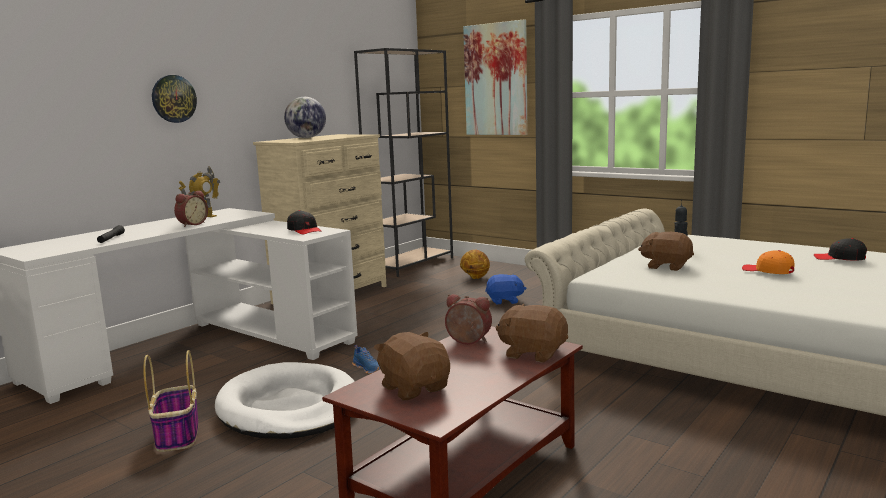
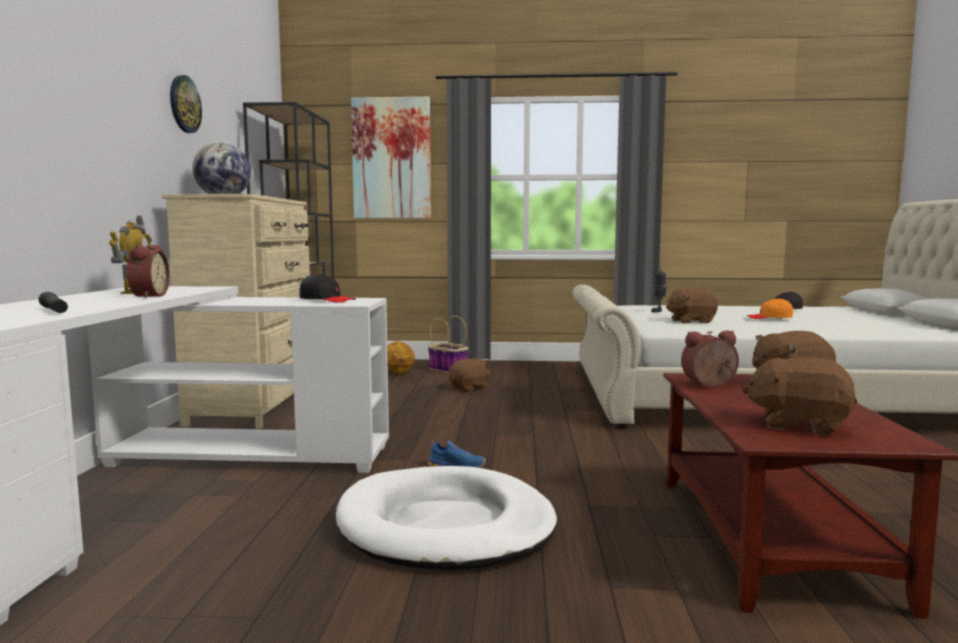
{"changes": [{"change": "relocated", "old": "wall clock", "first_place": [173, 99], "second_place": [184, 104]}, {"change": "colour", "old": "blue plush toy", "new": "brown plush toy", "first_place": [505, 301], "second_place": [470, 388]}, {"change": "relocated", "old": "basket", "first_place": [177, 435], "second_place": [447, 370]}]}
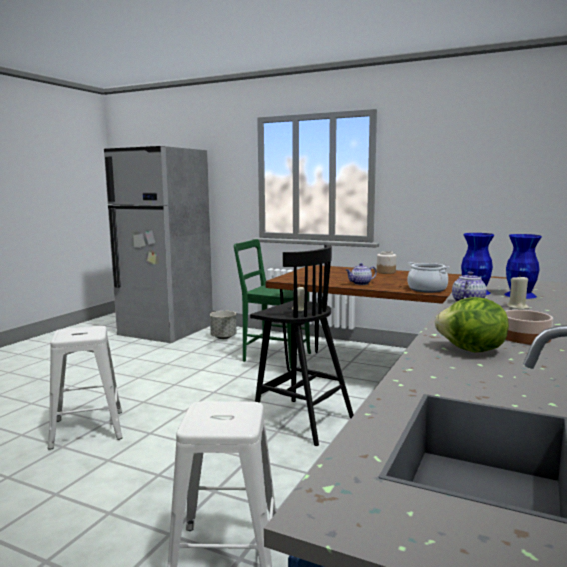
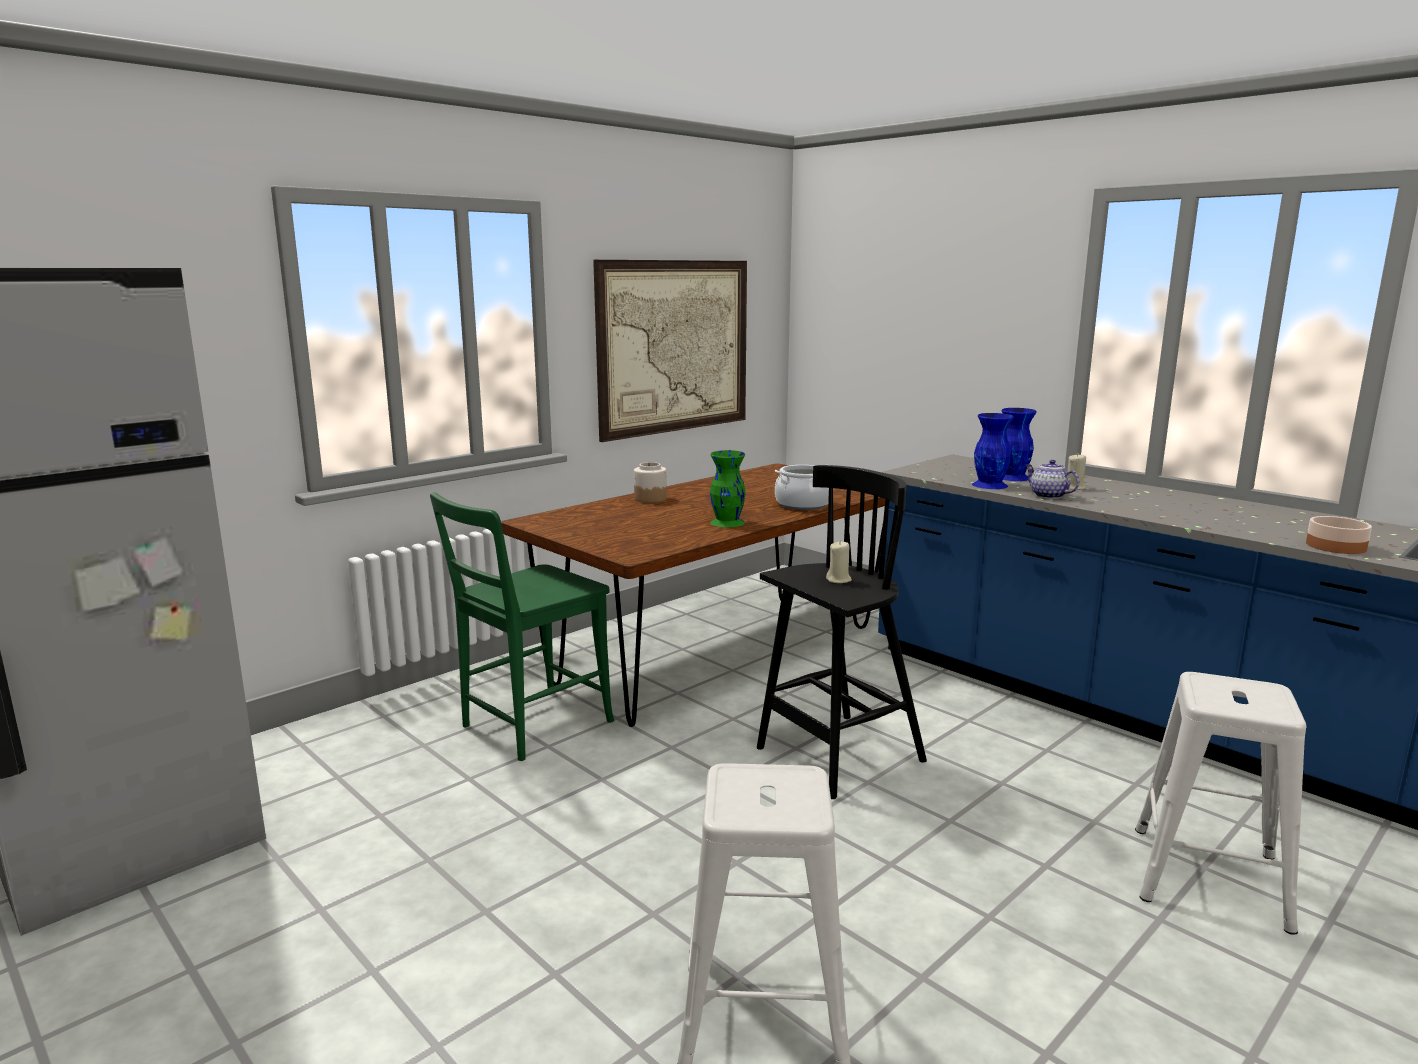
{"changes": [{"change": "exchanged", "old": "teapot", "new": "green vase", "first_place": [360, 284], "second_place": [727, 522]}, {"change": "missing", "old": "lettuce", "first_place": [471, 350]}, {"change": "relocated", "old": "bowl", "first_place": [525, 337], "second_place": [1336, 546]}, {"change": "missing", "old": "grey planter", "first_place": [223, 337]}, {"change": "appeared", "new": "picture", "second_place": [675, 347]}]}
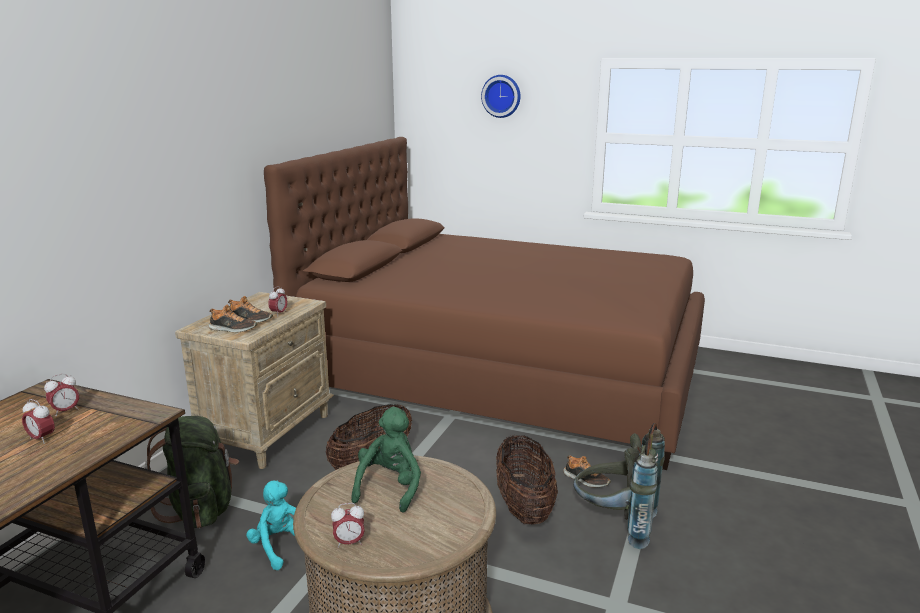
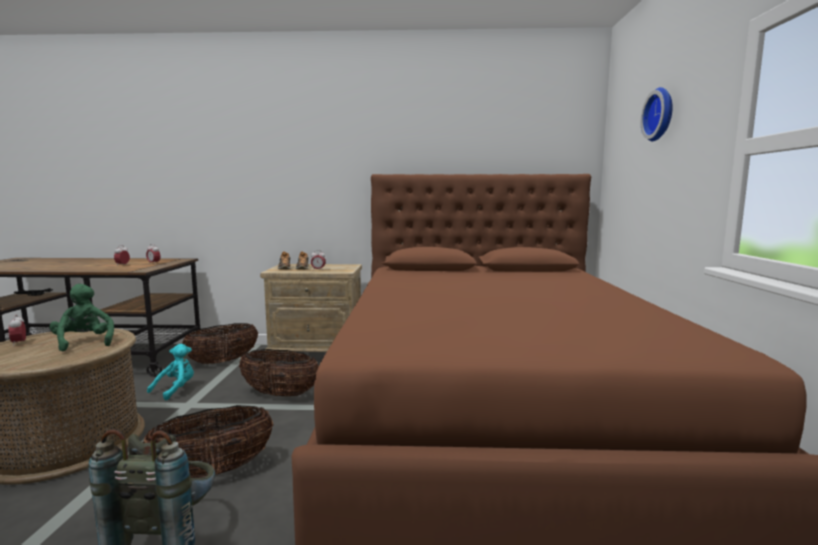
{"changes": [{"change": "spun", "old": "green plush toy", "first_place": [390, 487], "second_place": [84, 343], "degrees": -120}, {"change": "exchanged", "old": "green backpack", "new": "basket", "first_place": [200, 509], "second_place": [223, 361]}, {"change": "missing", "old": "shoe", "first_place": [585, 480]}]}
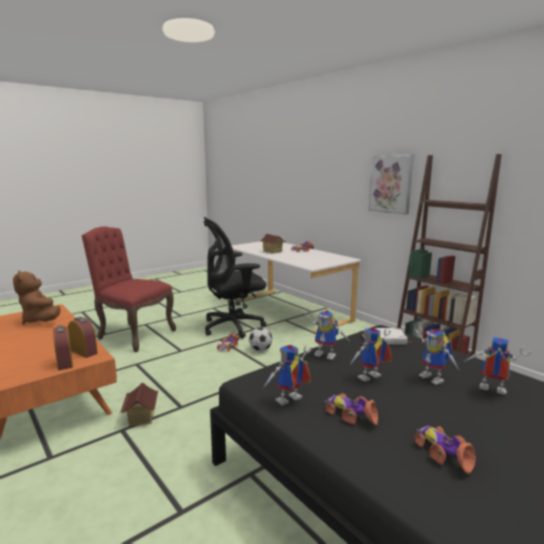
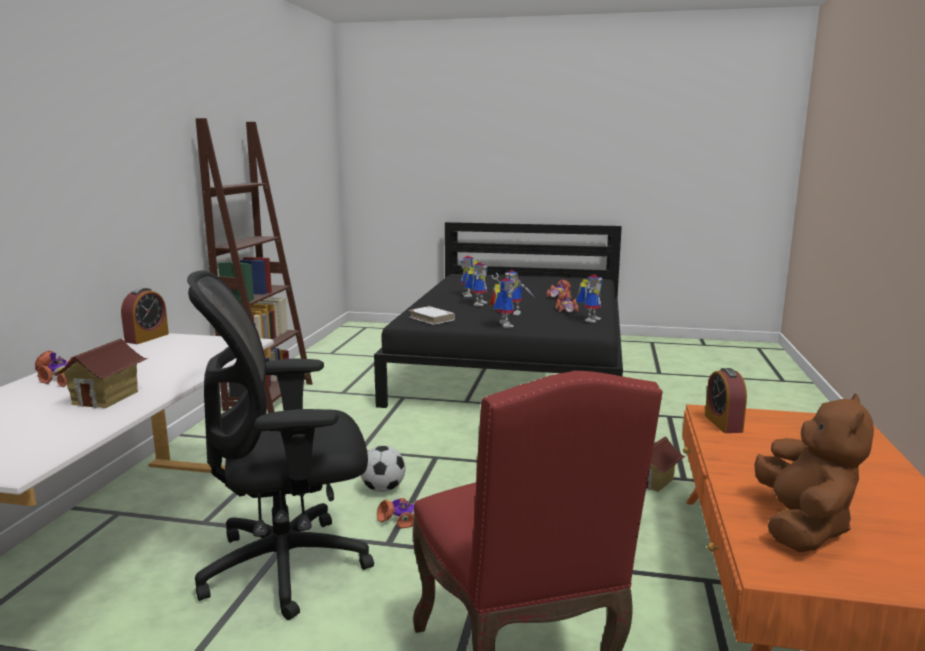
{"changes": [{"change": "missing", "old": "picture", "first_place": [390, 184]}, {"change": "spun", "old": "black office chair", "first_place": [236, 325], "second_place": [295, 562], "degrees": 135}, {"change": "relocated", "old": "alarm clock", "first_place": [65, 362], "second_place": [147, 338]}, {"change": "spun", "old": "toy robot", "first_place": [289, 402], "second_place": [590, 319], "degrees": -75}]}
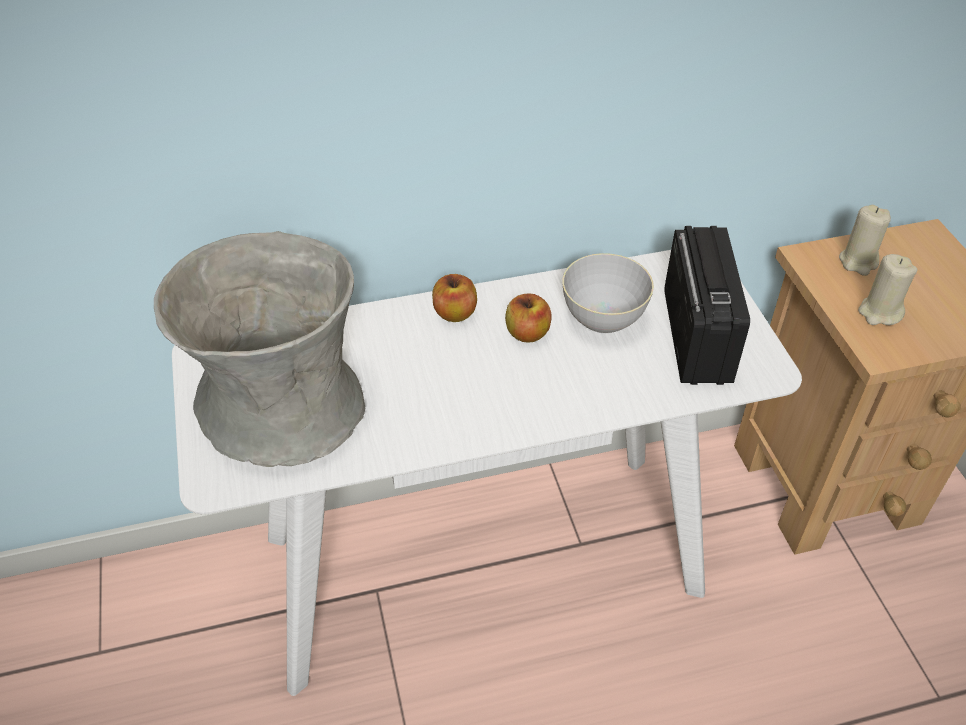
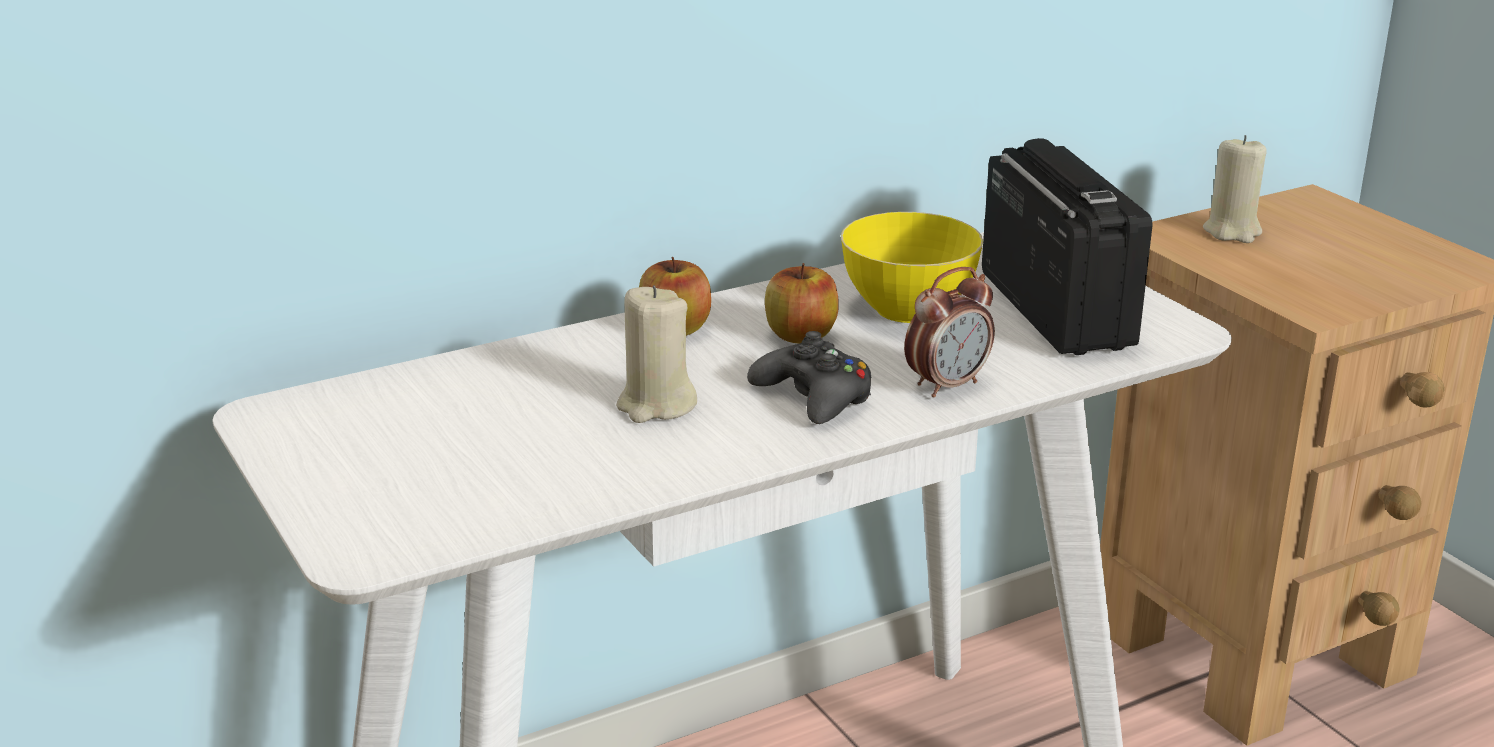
{"changes": [{"change": "missing", "old": "grey vase", "first_place": [281, 404]}, {"change": "colour", "old": "grey bowl", "new": "yellow bowl", "first_place": [603, 319], "second_place": [907, 309]}, {"change": "relocated", "old": "beige candle", "first_place": [879, 312], "second_place": [656, 405]}, {"change": "appeared", "new": "alarm clock", "second_place": [947, 385]}, {"change": "appeared", "new": "black game controller", "second_place": [814, 397]}]}
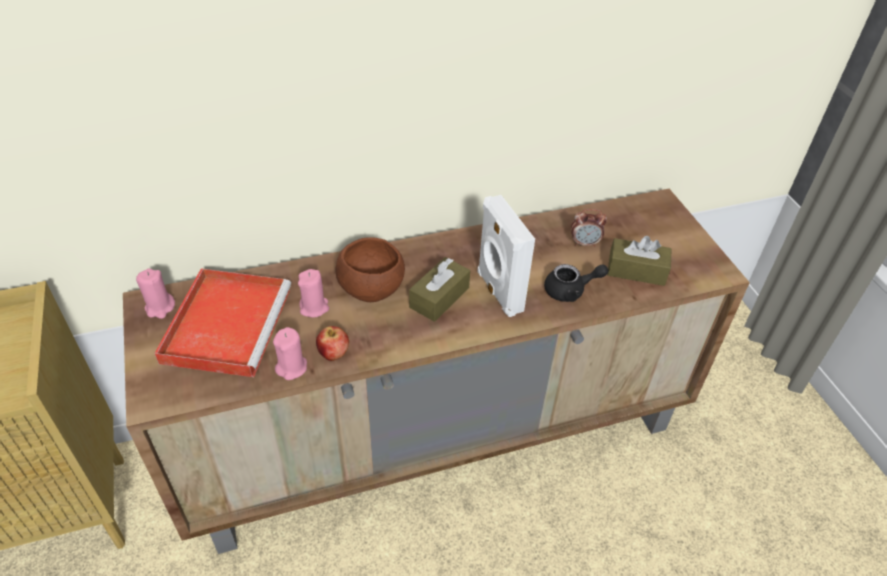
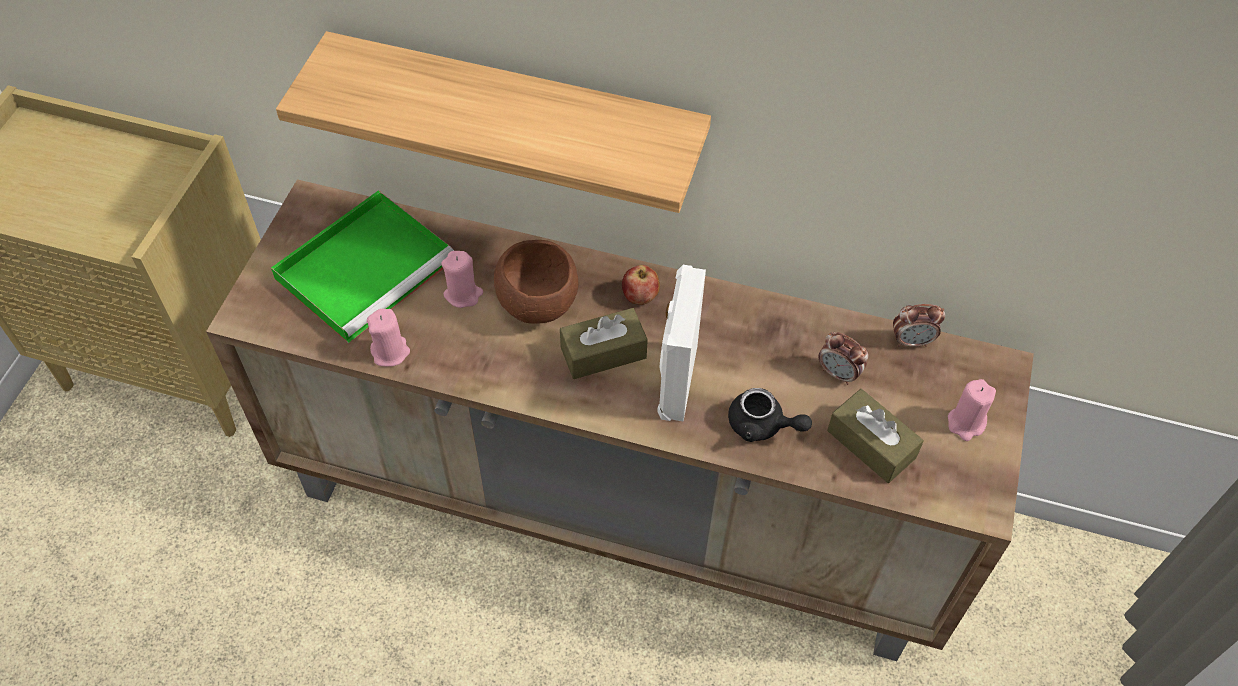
{"changes": [{"change": "relocated", "old": "pink candle", "first_place": [160, 307], "second_place": [966, 423]}, {"change": "colour", "old": "red tray", "new": "green tray", "first_place": [227, 323], "second_place": [367, 267]}, {"change": "relocated", "old": "apple", "first_place": [333, 354], "second_place": [640, 297]}, {"change": "appeared", "new": "shelf", "second_place": [516, 111]}, {"change": "appeared", "new": "alarm clock", "second_place": [911, 341]}]}
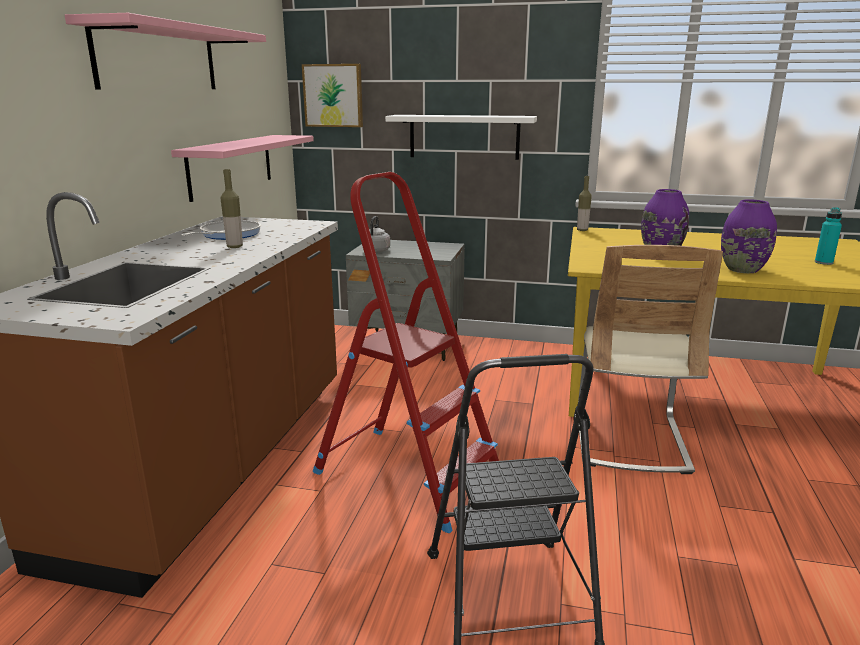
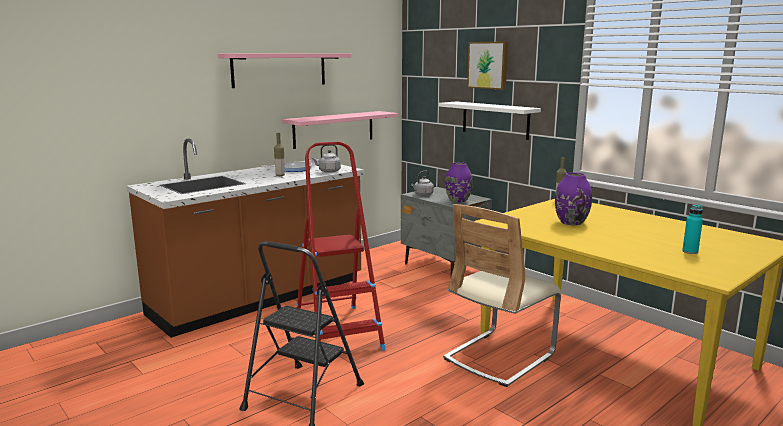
{"changes": [{"change": "relocated", "old": "picture", "first_place": [333, 95], "second_place": [488, 65]}, {"change": "relocated", "old": "purple vase", "first_place": [742, 269], "second_place": [458, 201]}, {"change": "appeared", "new": "grey kettle", "second_place": [328, 171]}]}
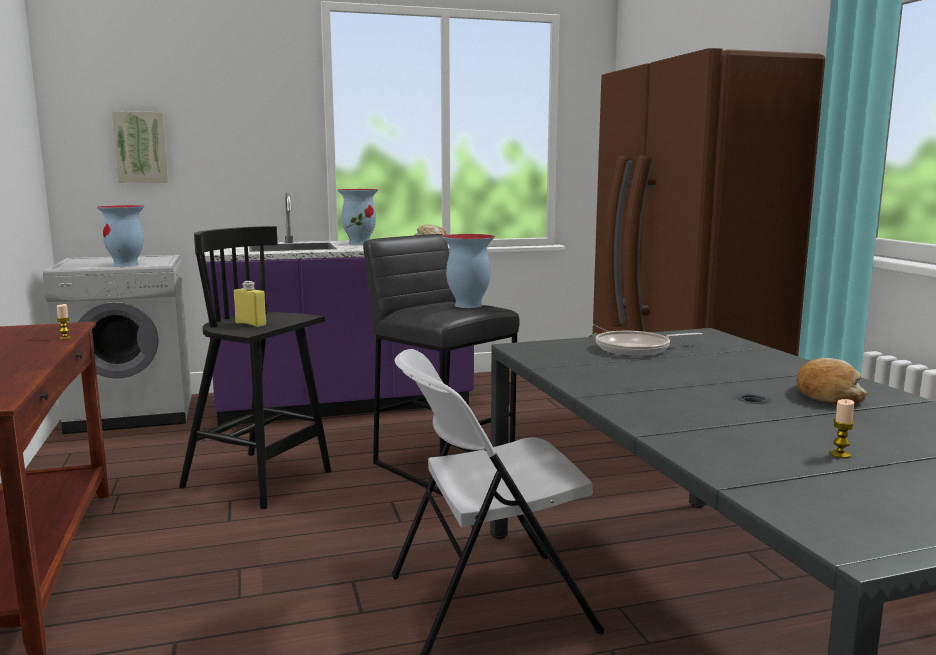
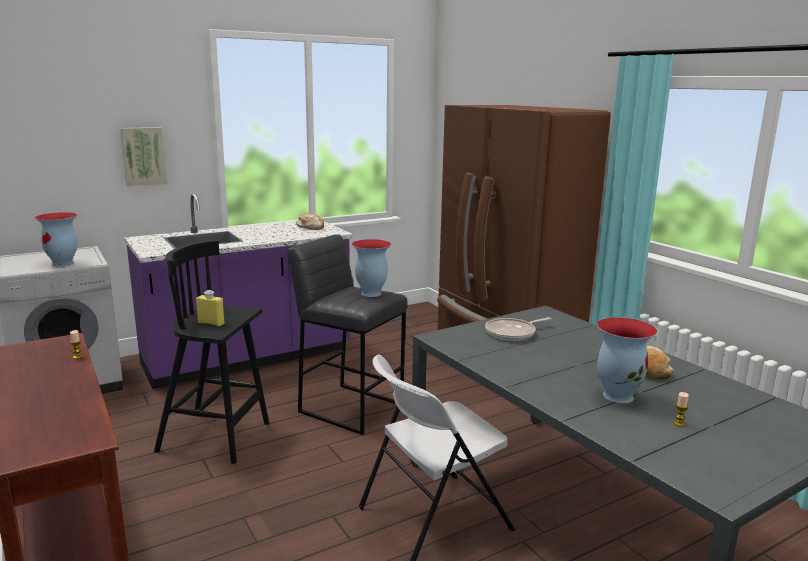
{"changes": [{"change": "relocated", "old": "picture", "first_place": [141, 147], "second_place": [143, 156]}, {"change": "relocated", "old": "vase", "first_place": [359, 243], "second_place": [618, 395]}]}
